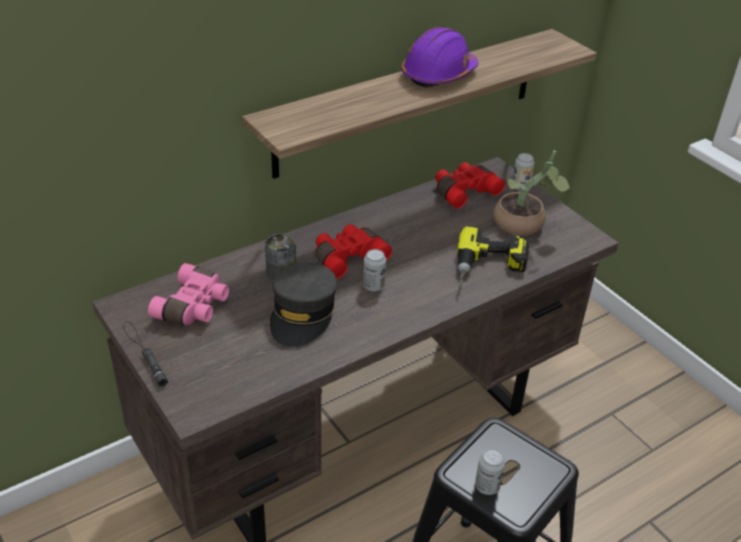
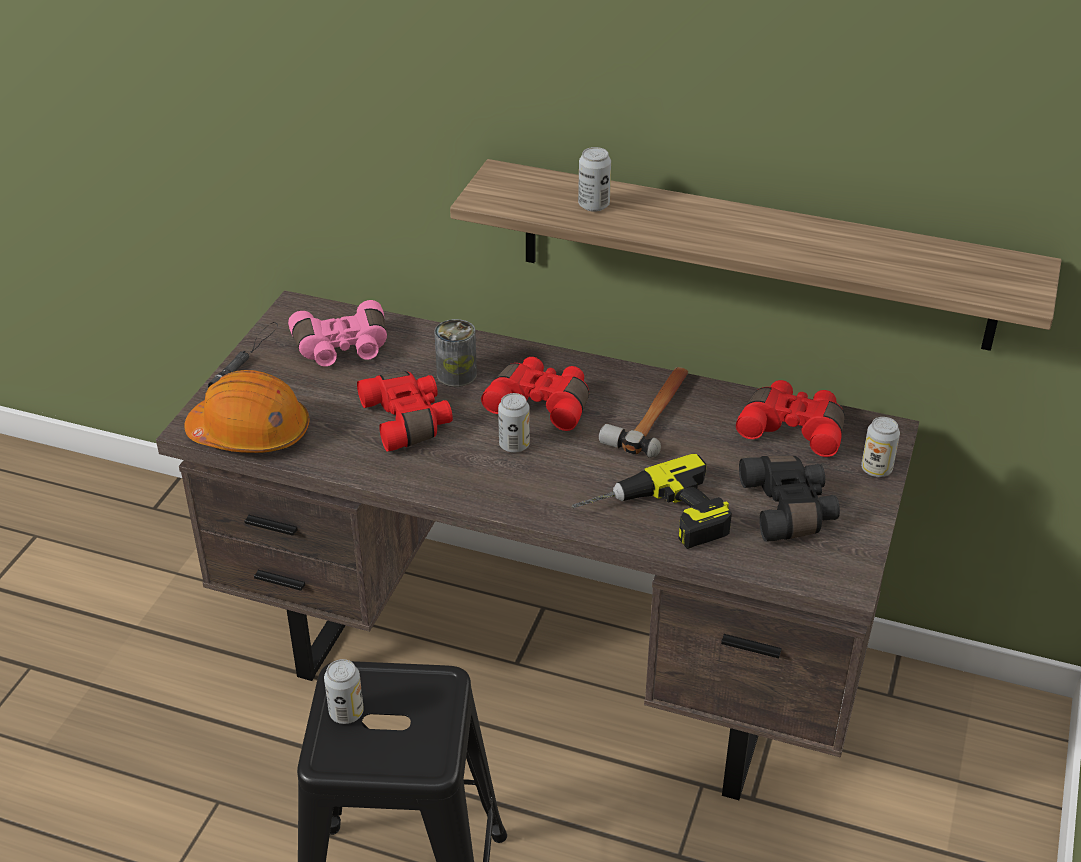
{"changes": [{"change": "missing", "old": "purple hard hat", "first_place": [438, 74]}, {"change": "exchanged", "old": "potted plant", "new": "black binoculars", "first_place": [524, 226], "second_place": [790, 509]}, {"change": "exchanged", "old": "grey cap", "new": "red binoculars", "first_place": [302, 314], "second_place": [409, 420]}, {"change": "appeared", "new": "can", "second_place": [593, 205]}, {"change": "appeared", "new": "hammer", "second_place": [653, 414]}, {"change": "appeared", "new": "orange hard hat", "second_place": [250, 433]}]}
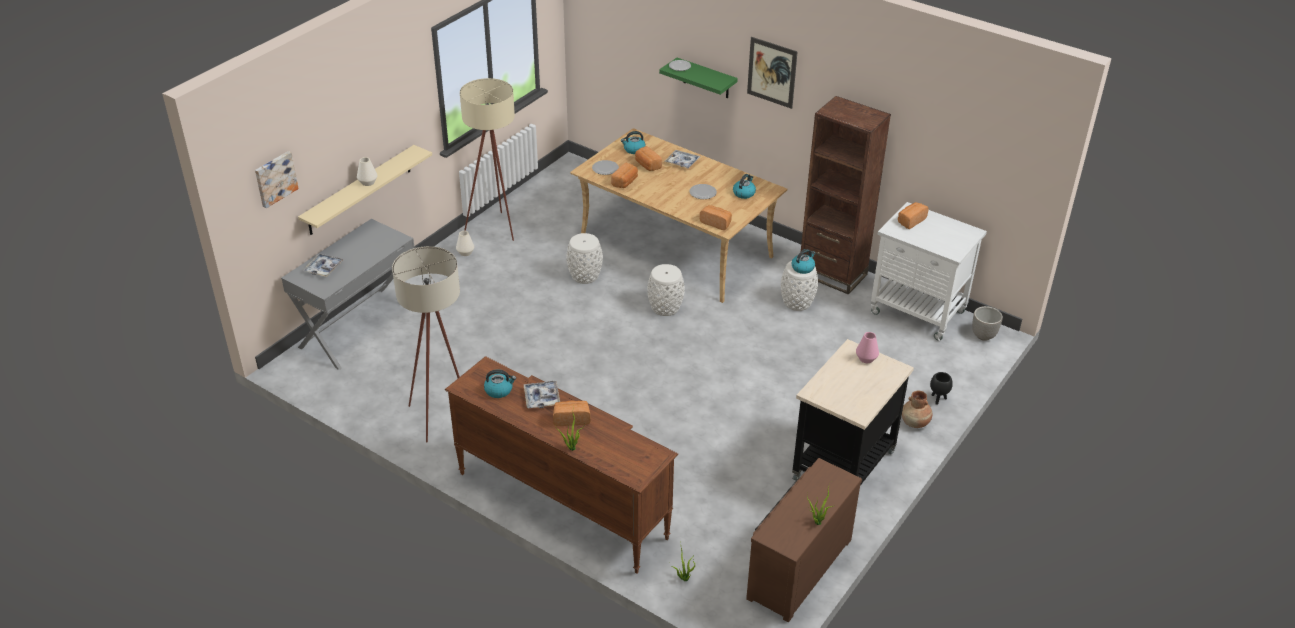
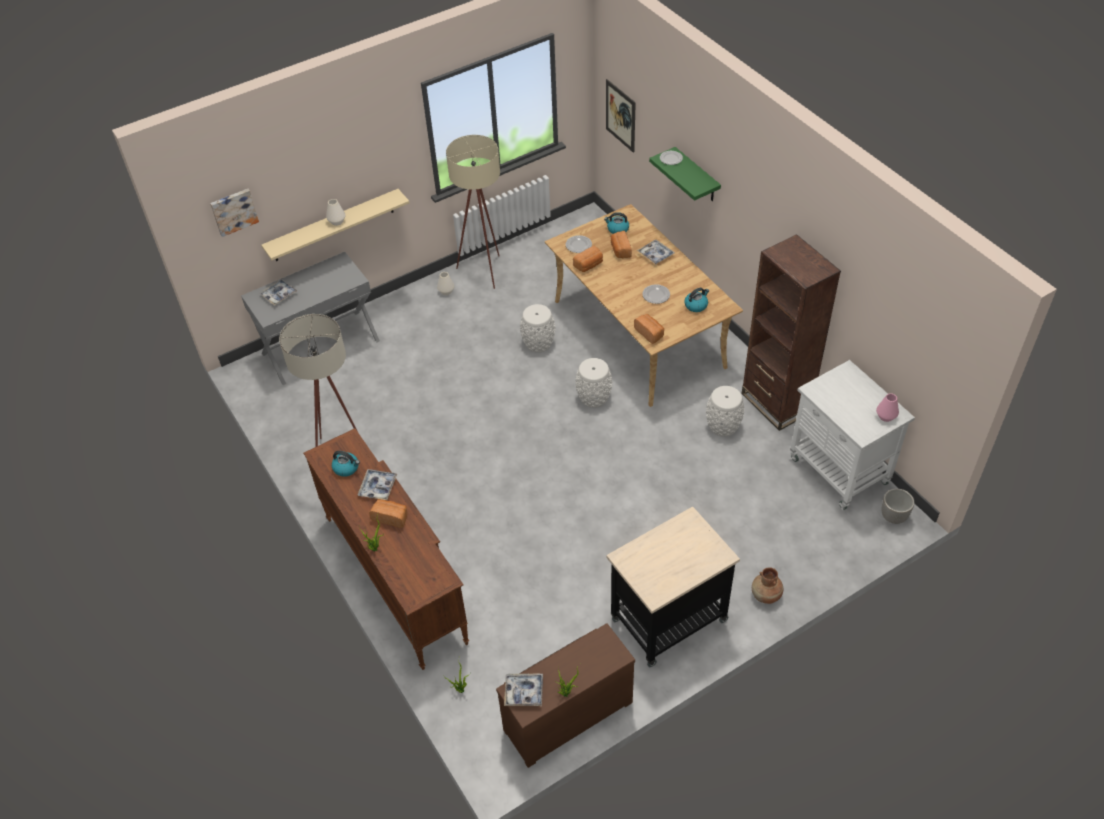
{"changes": [{"change": "relocated", "old": "picture", "first_place": [772, 72], "second_place": [620, 115]}, {"change": "missing", "old": "bread", "first_place": [910, 221]}, {"change": "missing", "old": "kettle", "first_place": [803, 268]}, {"change": "relocated", "old": "pink vase", "first_place": [866, 358], "second_place": [886, 416]}, {"change": "missing", "old": "black planter", "first_place": [938, 399]}, {"change": "appeared", "new": "tray", "second_place": [524, 692]}]}
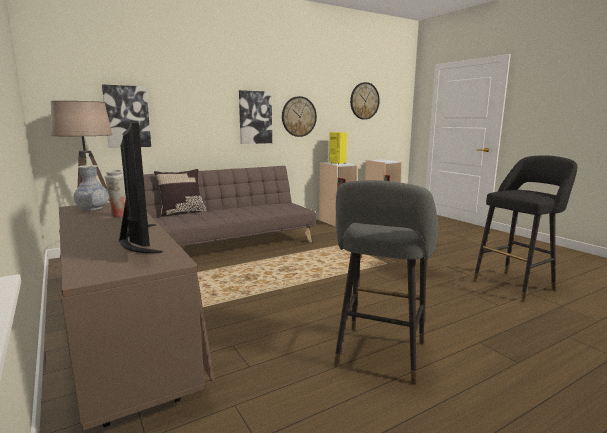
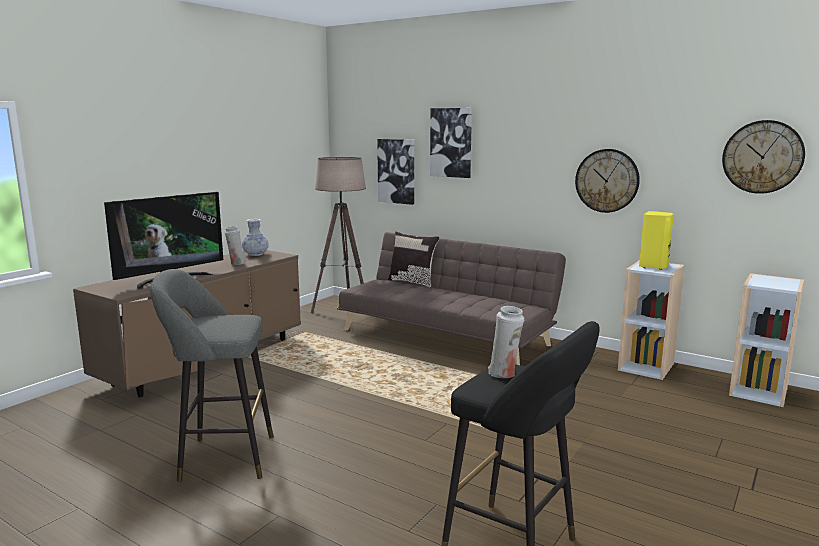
{"changes": [{"change": "relocated", "old": "picture", "first_place": [255, 117], "second_place": [451, 142]}, {"change": "appeared", "new": "white vase", "second_place": [504, 374]}]}
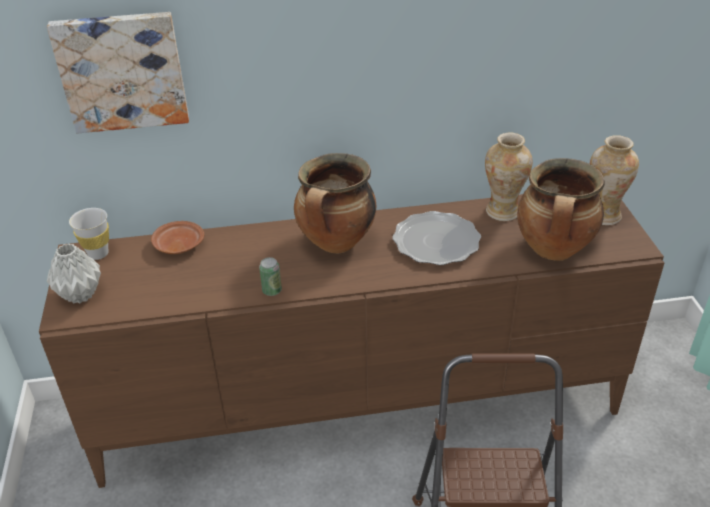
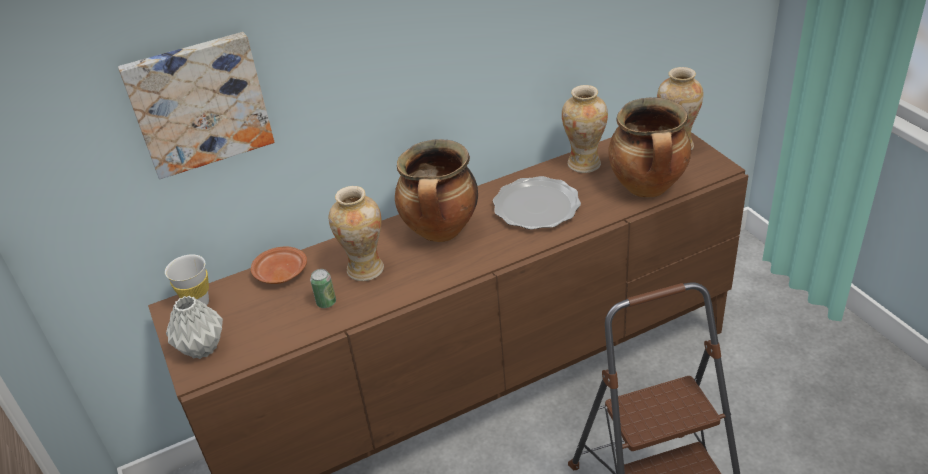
{"changes": [{"change": "relocated", "old": "can", "first_place": [272, 291], "second_place": [326, 302]}, {"change": "appeared", "new": "vase", "second_place": [365, 269]}]}
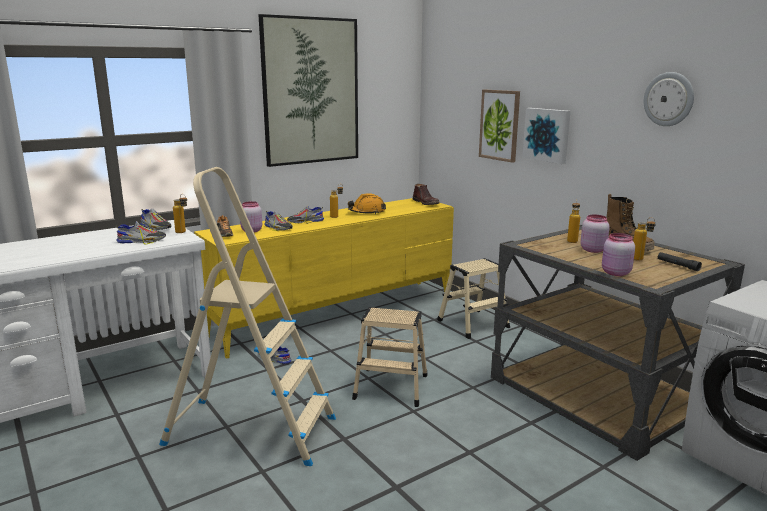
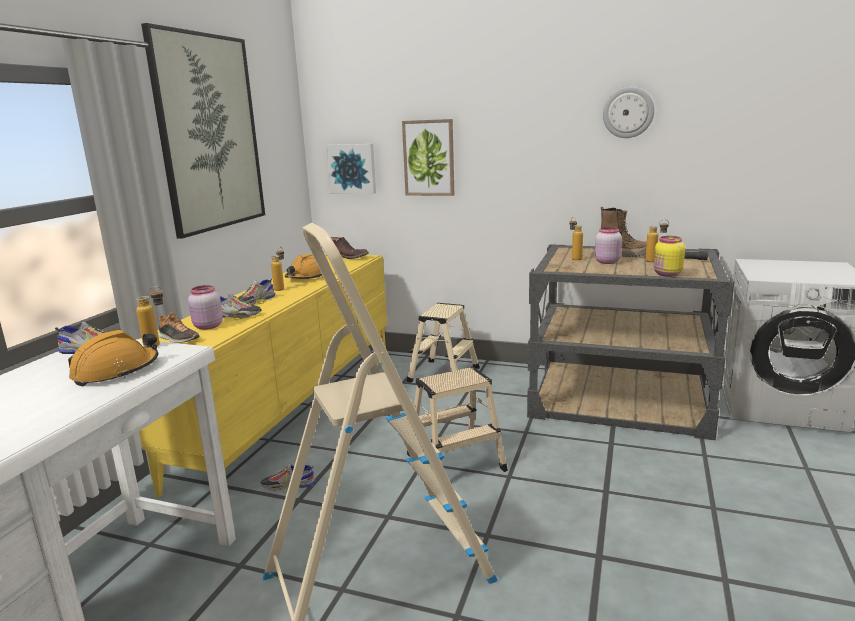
{"changes": [{"change": "relocated", "old": "picture", "first_place": [547, 135], "second_place": [352, 169]}, {"change": "exchanged", "old": "shoe", "new": "orange hard hat", "first_place": [142, 241], "second_place": [116, 371]}, {"change": "colour", "old": "pink jar", "new": "yellow jar", "first_place": [615, 273], "second_place": [667, 274]}]}
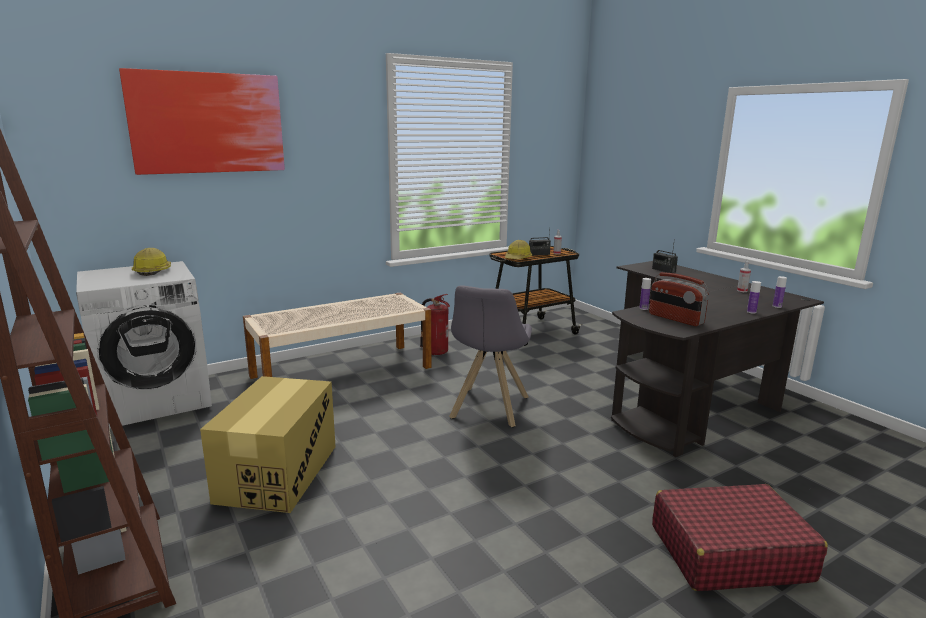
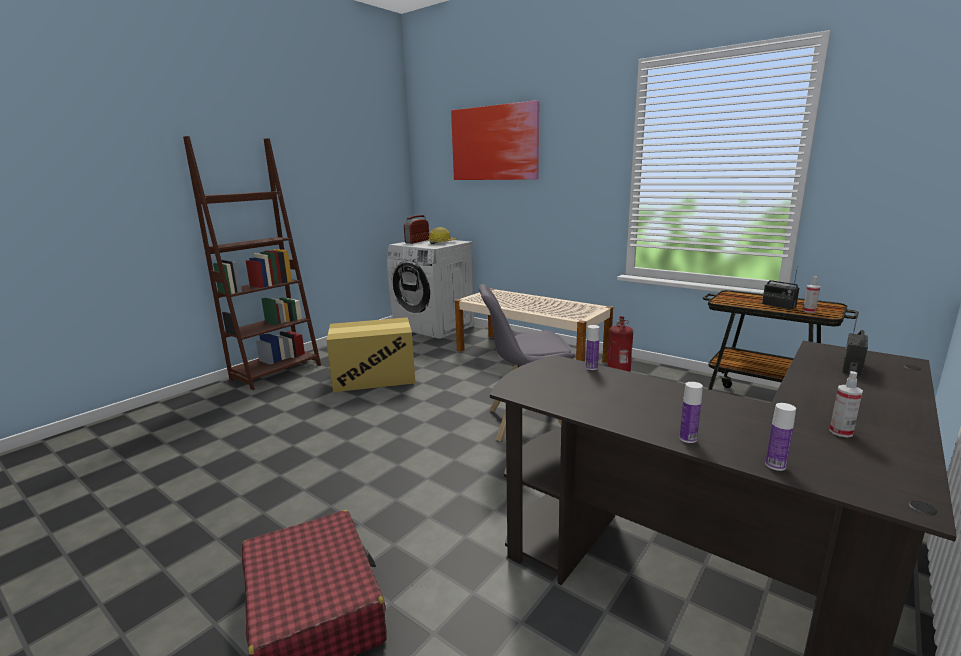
{"changes": [{"change": "missing", "old": "hard hat", "first_place": [518, 258]}, {"change": "relocated", "old": "radio", "first_place": [675, 319], "second_place": [417, 241]}]}
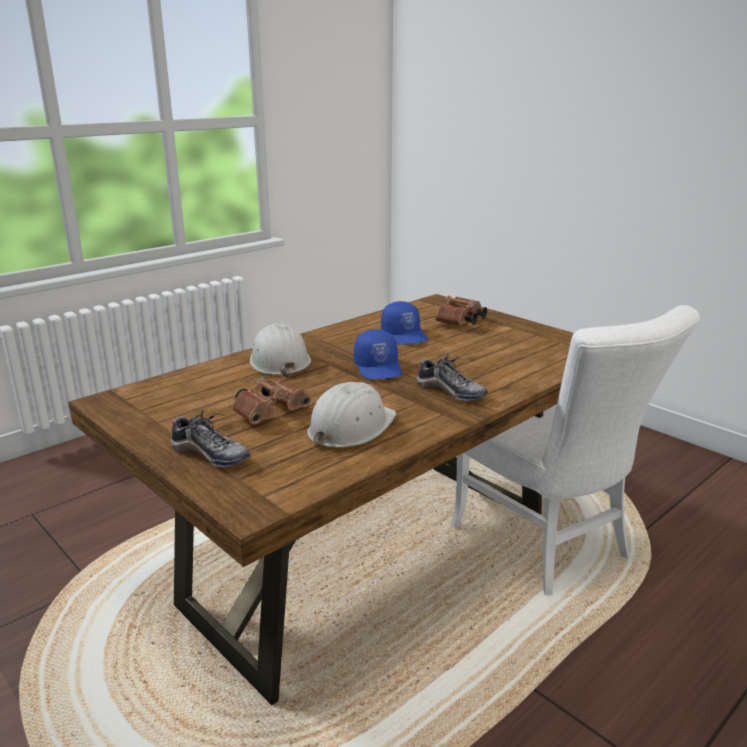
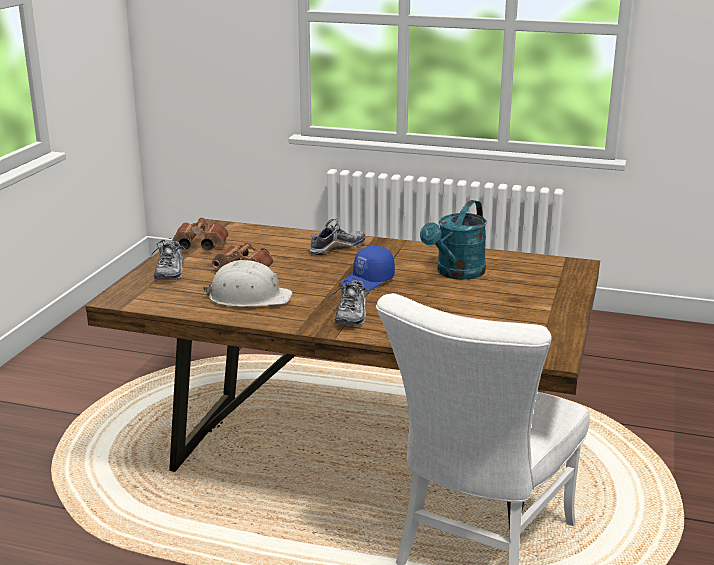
{"changes": [{"change": "relocated", "old": "brown binoculars", "first_place": [460, 322], "second_place": [198, 246]}, {"change": "exchanged", "old": "blue cap", "new": "turquoise watering can", "first_place": [405, 335], "second_place": [456, 273]}, {"change": "exchanged", "old": "white hard hat", "new": "shoe", "first_place": [279, 361], "second_place": [337, 248]}]}
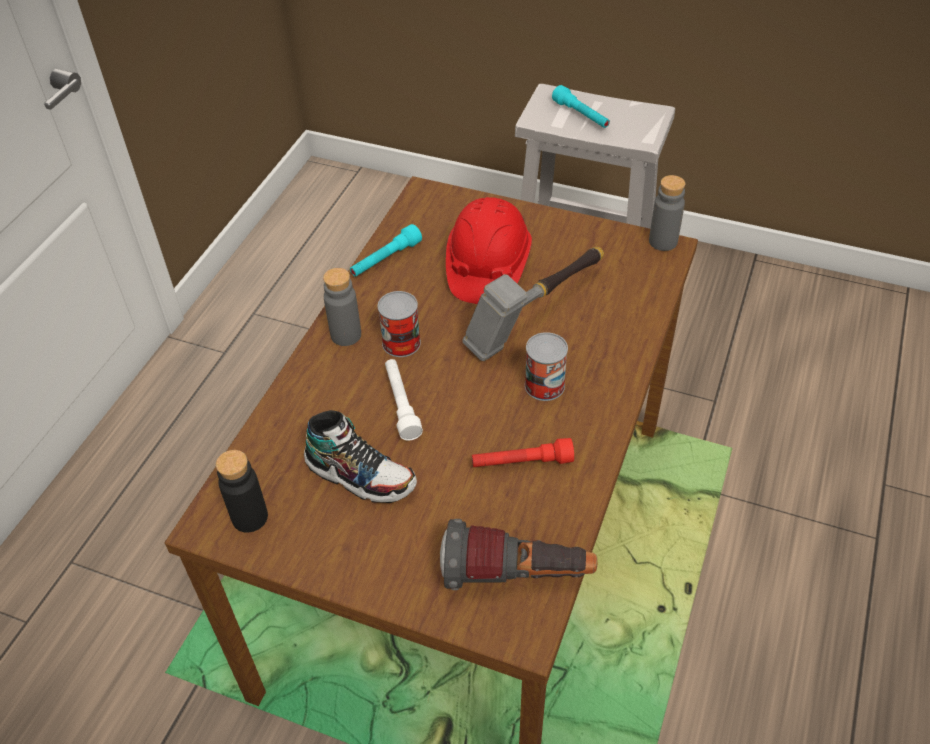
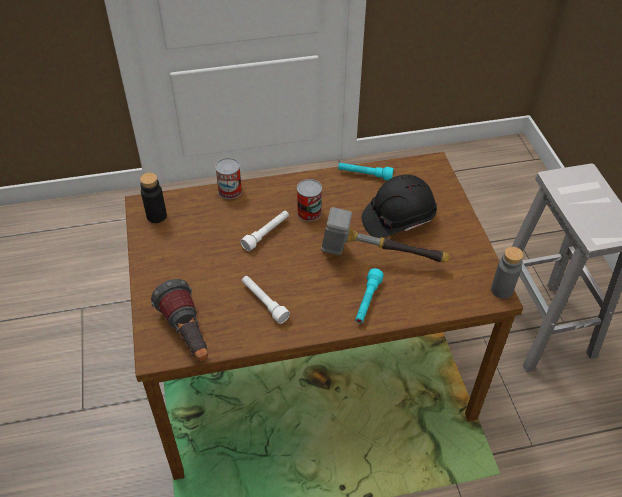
{"changes": [{"change": "relocated", "old": "turquoise flashlight", "first_place": [581, 115], "second_place": [367, 301]}, {"change": "colour", "old": "red hard hat", "new": "black hard hat", "first_place": [487, 268], "second_place": [398, 219]}, {"change": "missing", "old": "grey bottle", "first_place": [346, 335]}, {"change": "relocated", "old": "can", "first_place": [544, 385], "second_place": [230, 190]}, {"change": "missing", "old": "shoe", "first_place": [361, 475]}, {"change": "colour", "old": "red flashlight", "new": "white flashlight", "first_place": [522, 463], "second_place": [264, 302]}]}
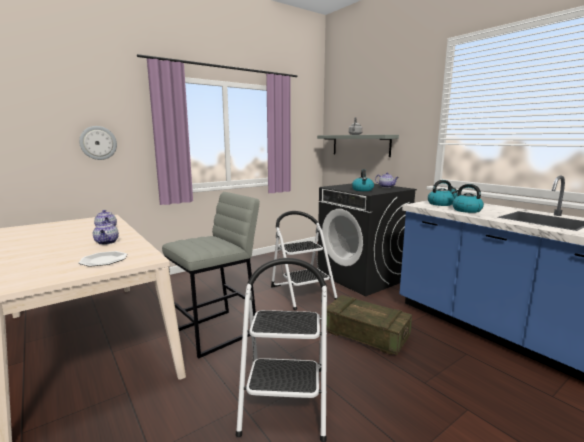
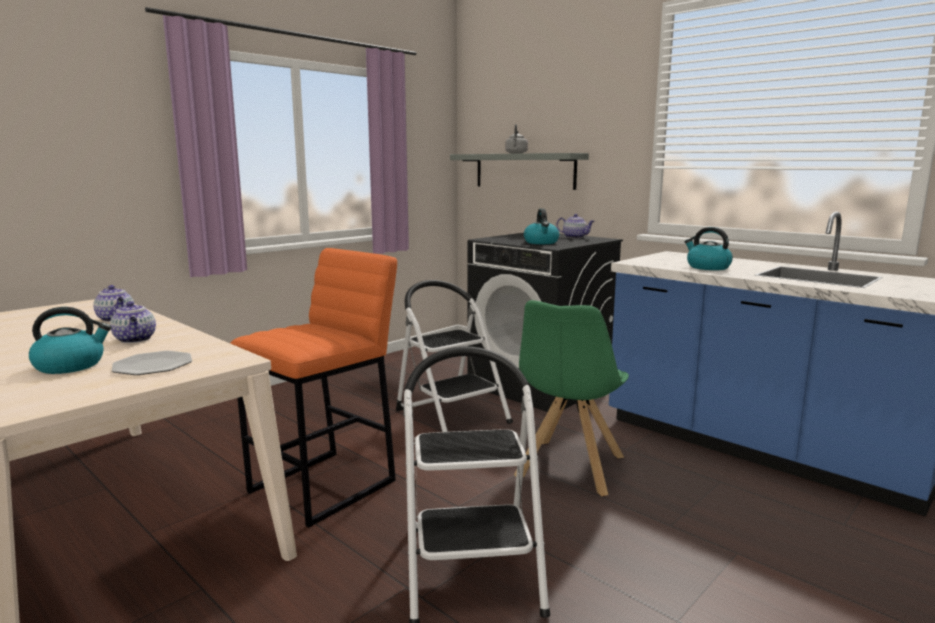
{"changes": [{"change": "missing", "old": "wall clock", "first_place": [98, 143]}, {"change": "relocated", "old": "kettle", "first_place": [441, 204], "second_place": [71, 365]}, {"change": "colour", "old": "grey stool", "new": "orange stool", "first_place": [216, 331], "second_place": [325, 485]}, {"change": "exchanged", "old": "crate", "new": "green chair", "first_place": [365, 335], "second_place": [569, 469]}]}
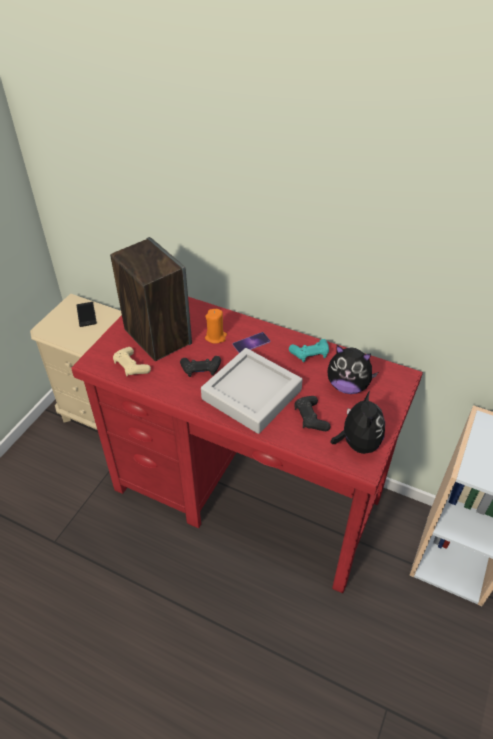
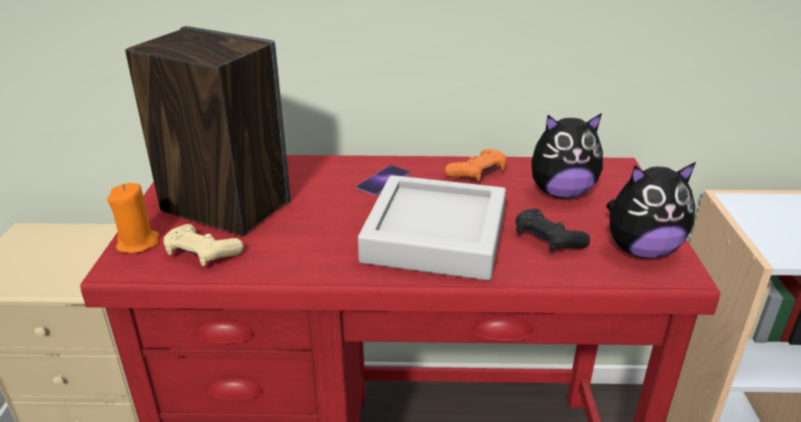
{"changes": [{"change": "missing", "old": "phone", "first_place": [86, 314]}, {"change": "relocated", "old": "orange candle", "first_place": [216, 337], "second_place": [138, 243]}, {"change": "colour", "old": "turquoise game controller", "new": "orange game controller", "first_place": [310, 354], "second_place": [477, 173]}, {"change": "missing", "old": "black game controller", "first_place": [201, 370]}, {"change": "spun", "old": "plush toy", "first_place": [357, 443], "second_place": [641, 250], "degrees": 105}]}
